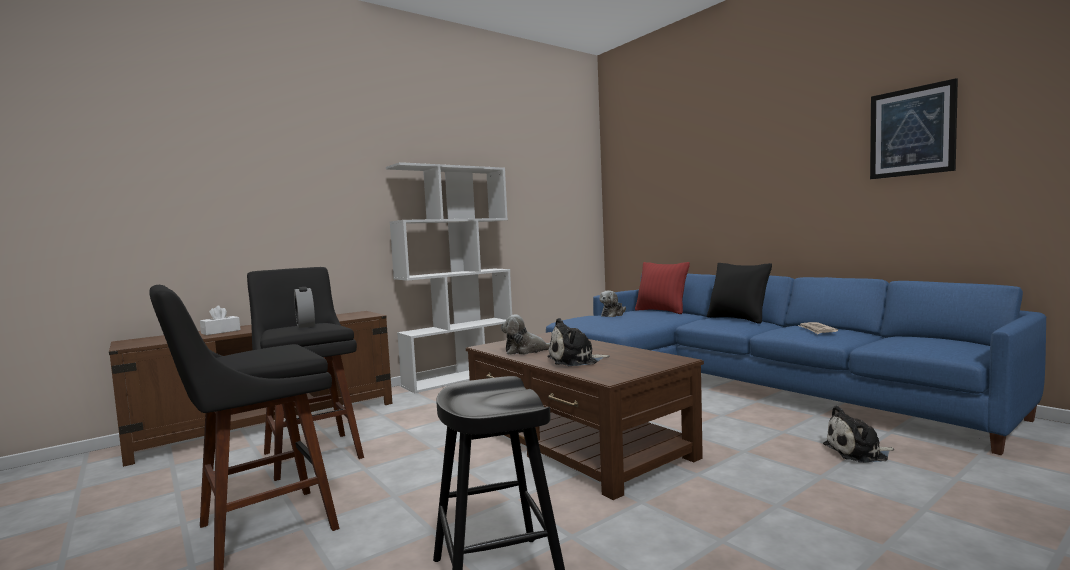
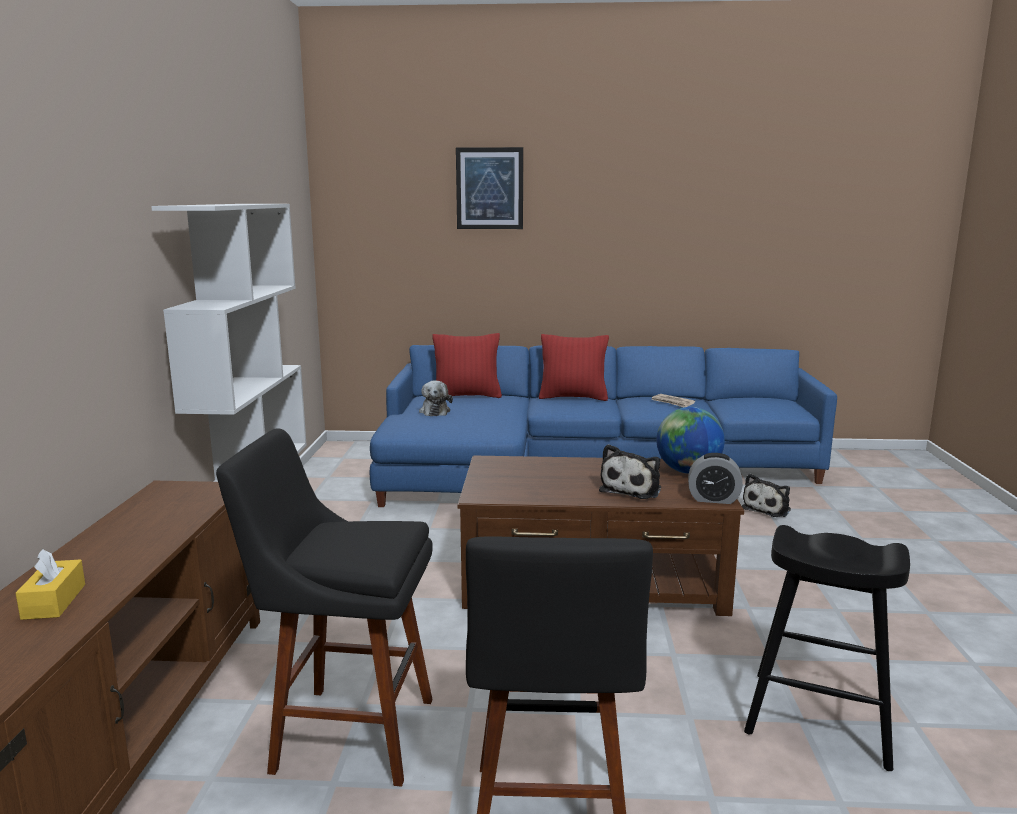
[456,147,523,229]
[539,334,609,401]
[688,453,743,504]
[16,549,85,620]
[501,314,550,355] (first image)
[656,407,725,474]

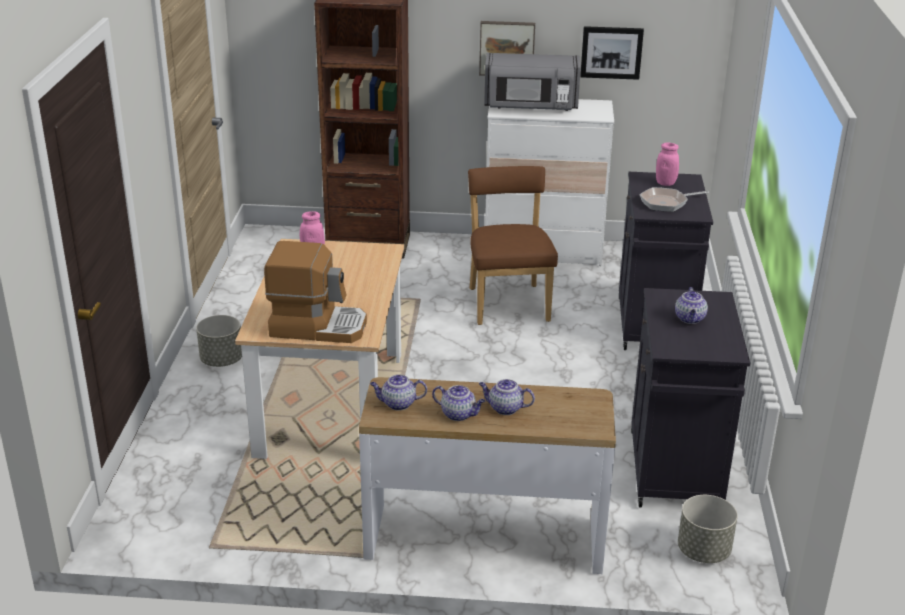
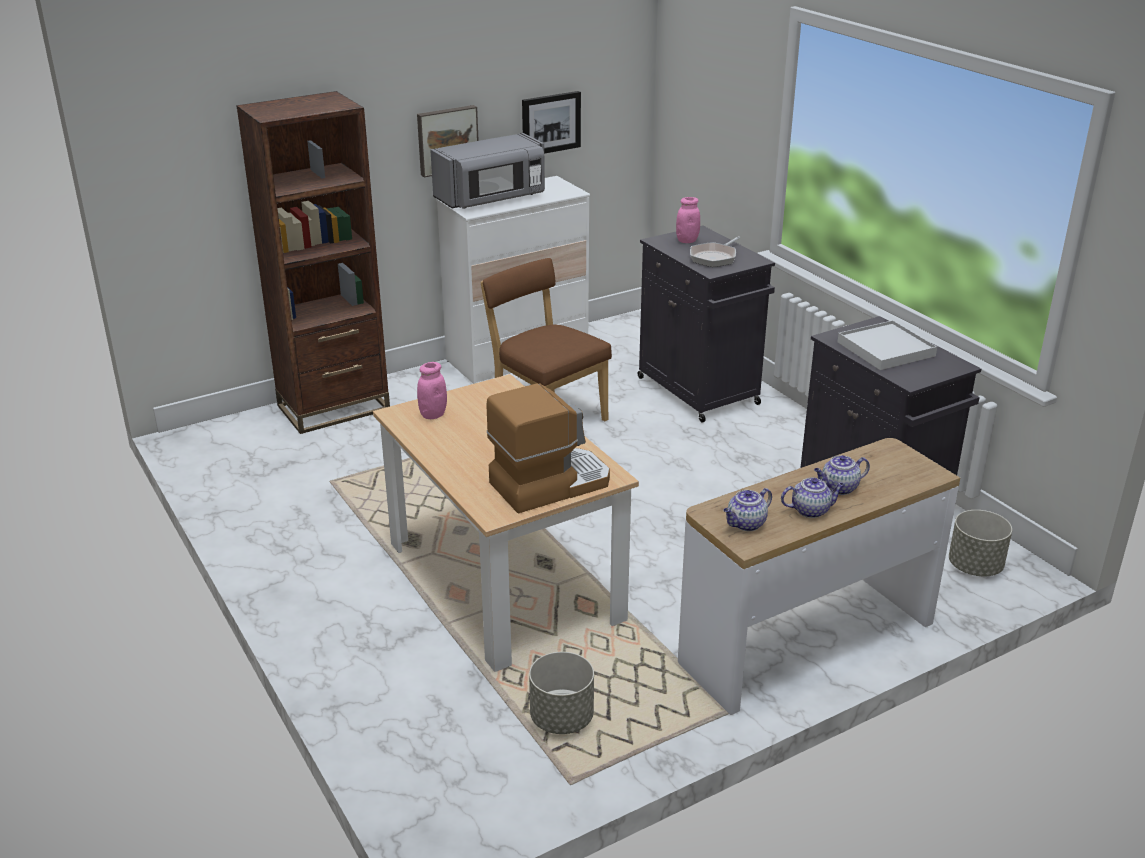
[838,320,937,370]
[529,652,594,734]

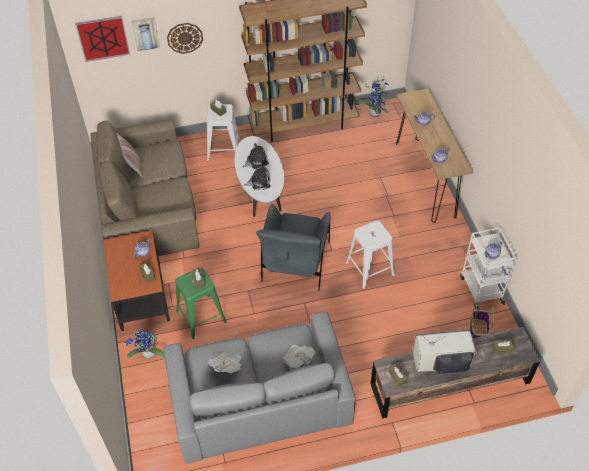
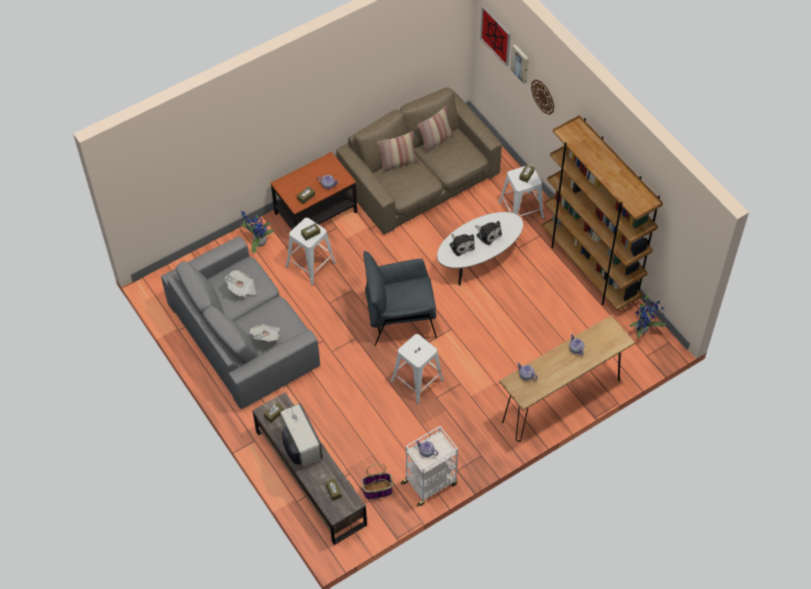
[286,218,336,286]
[377,131,418,173]

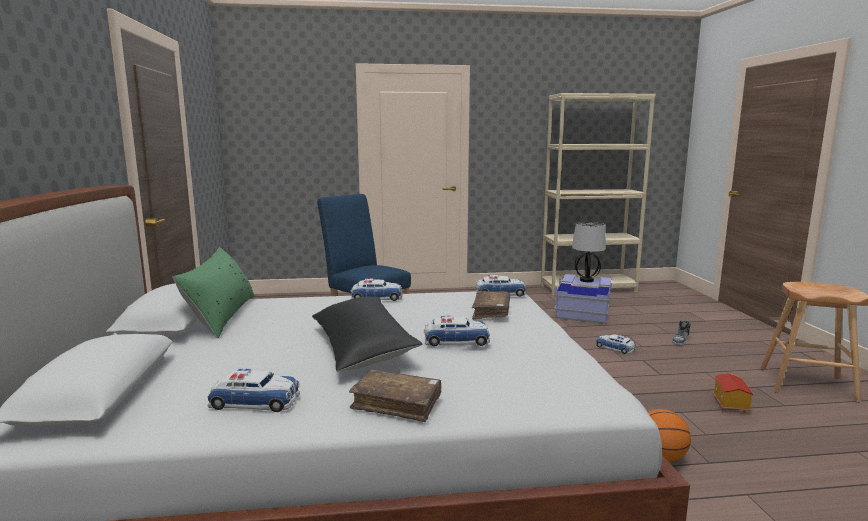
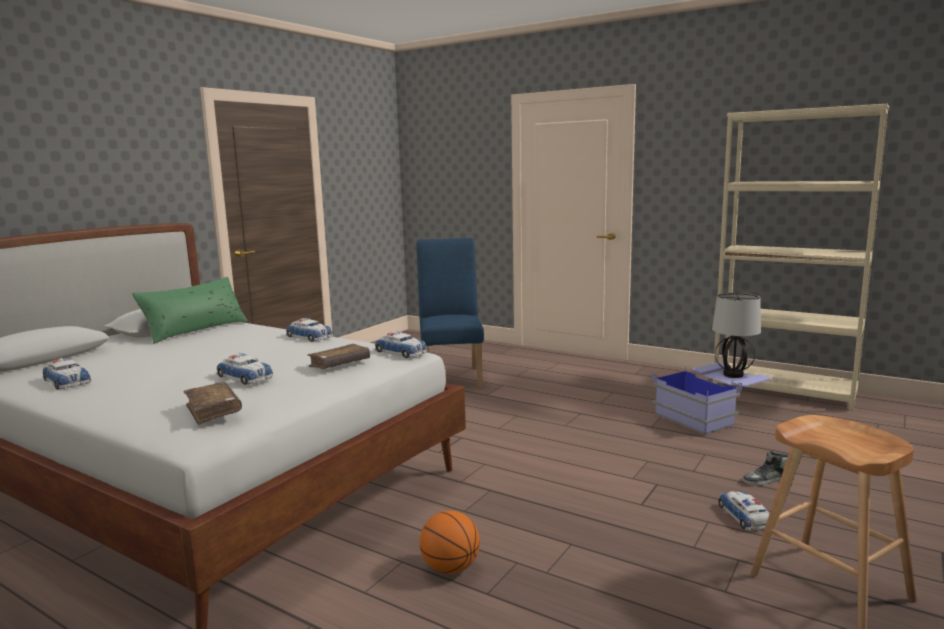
[312,297,423,371] (first image)
[718,491,770,531]
[184,382,242,425]
[712,373,753,413] (first image)

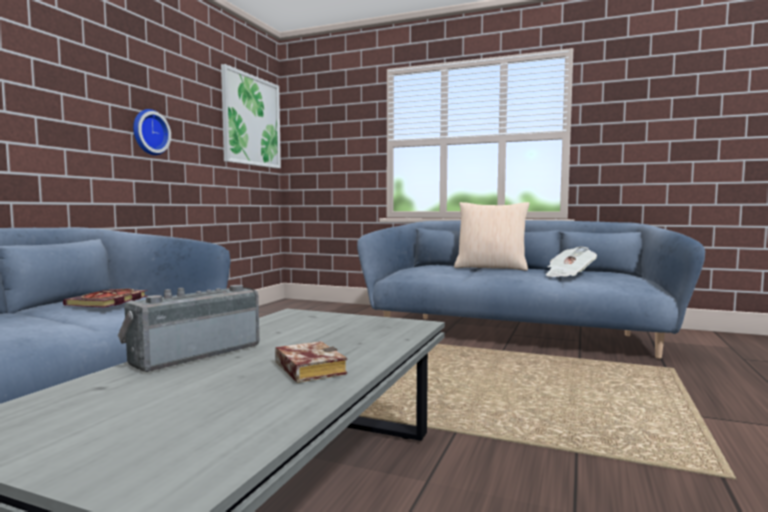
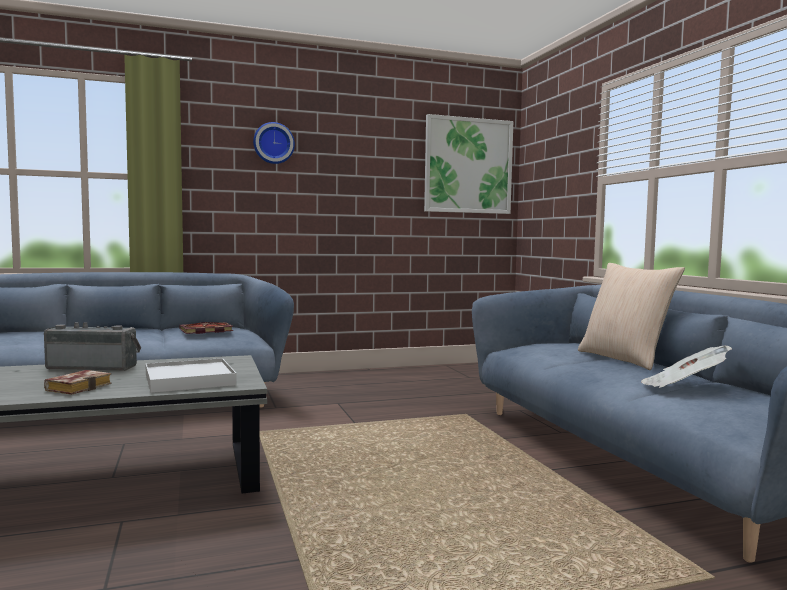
[253,122,295,164]
[146,358,237,393]

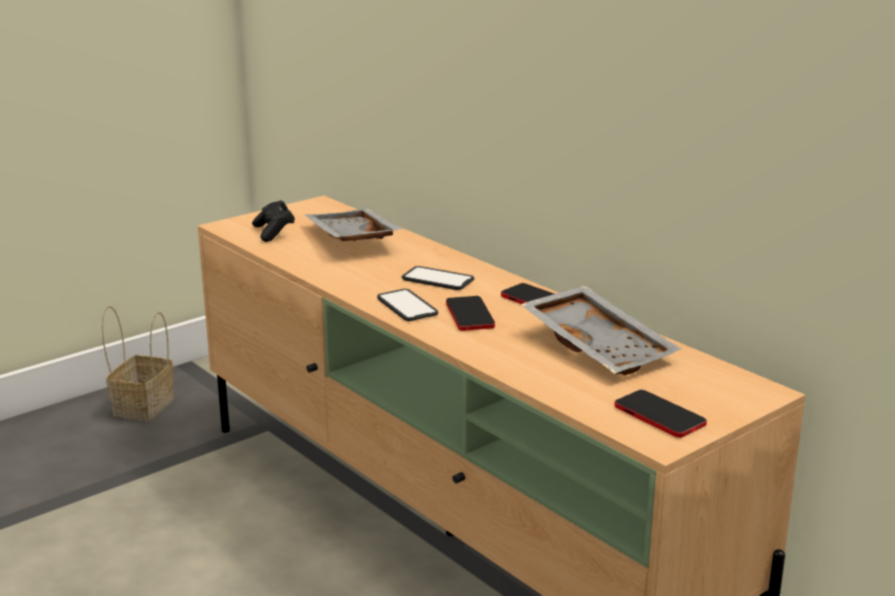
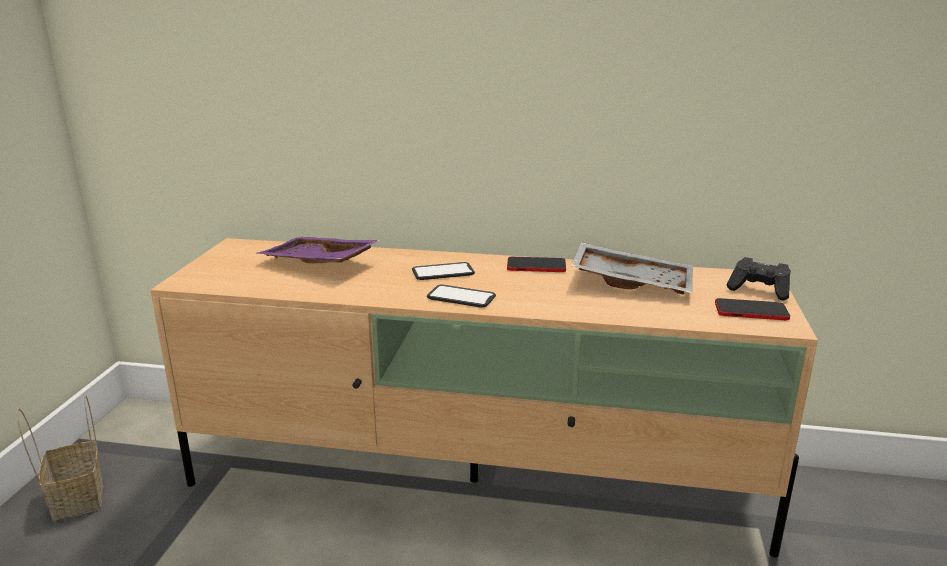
[727,257,791,300]
[257,237,380,264]
[446,296,495,331] (first image)

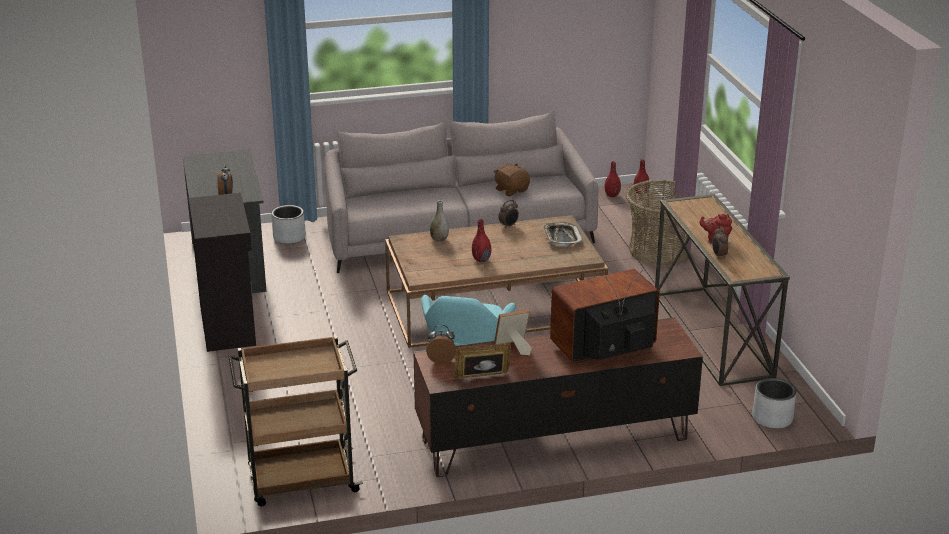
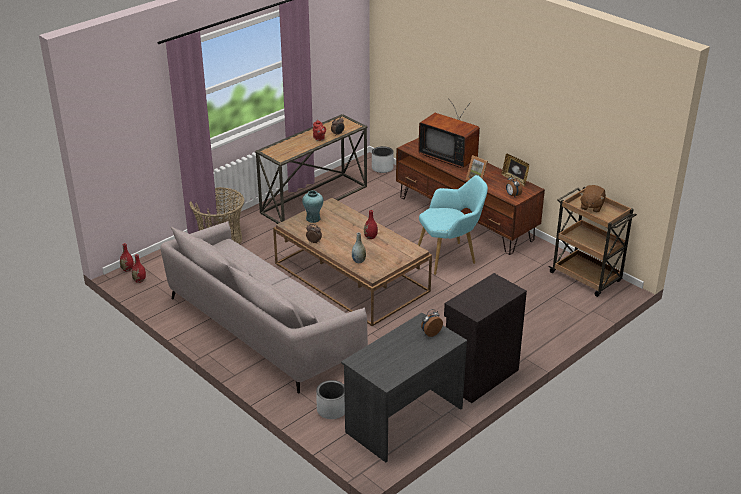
[580,185,606,212]
[302,190,323,223]

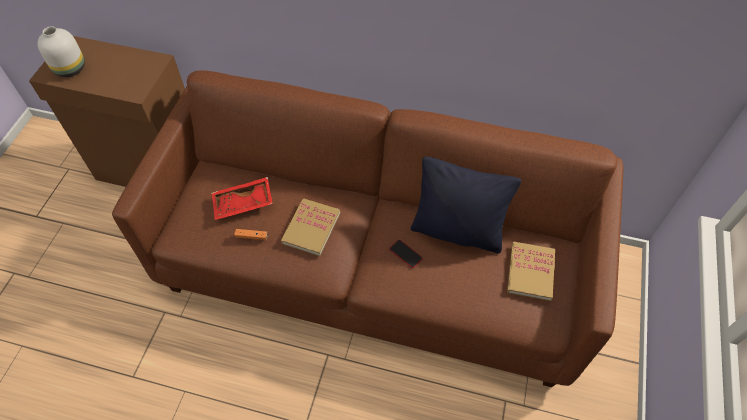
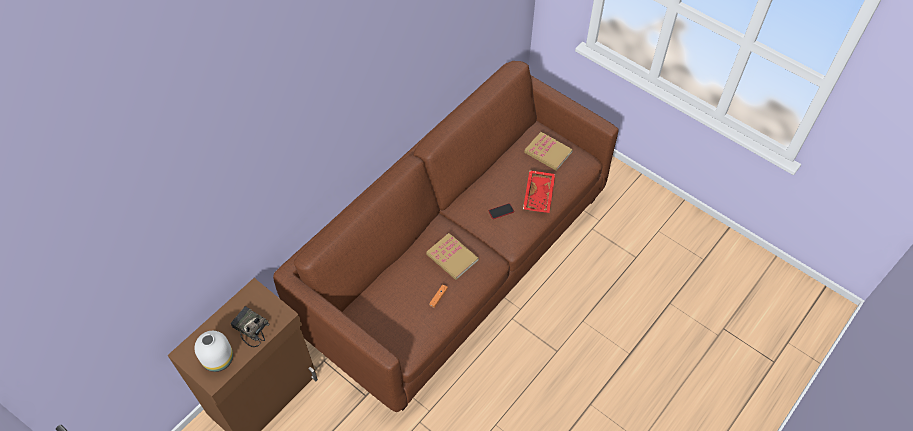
[411,156,521,253] (first image)
[523,170,555,213]
[230,306,270,347]

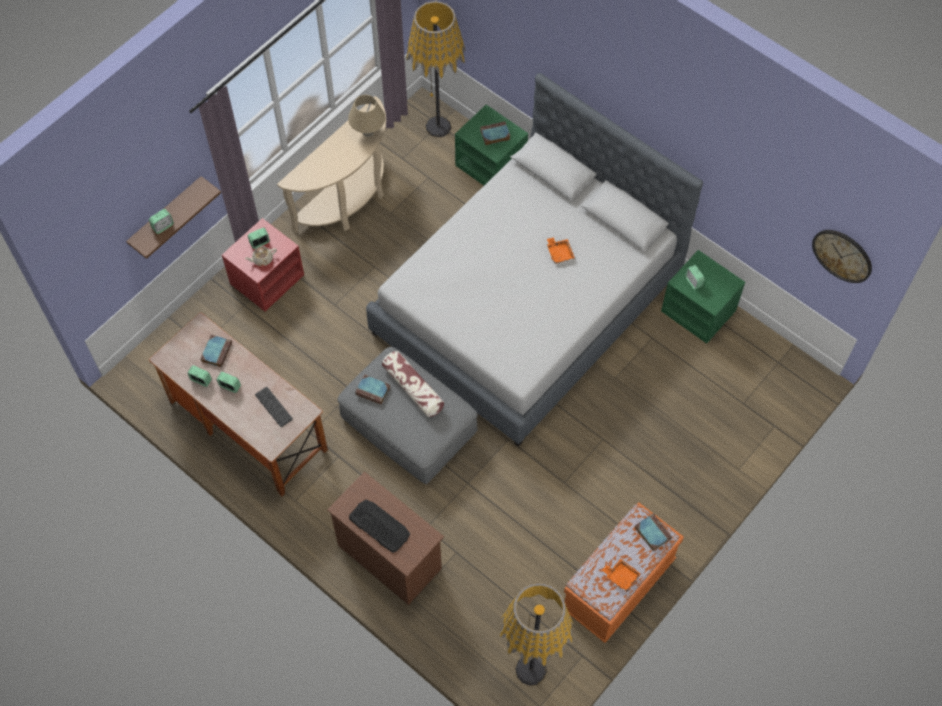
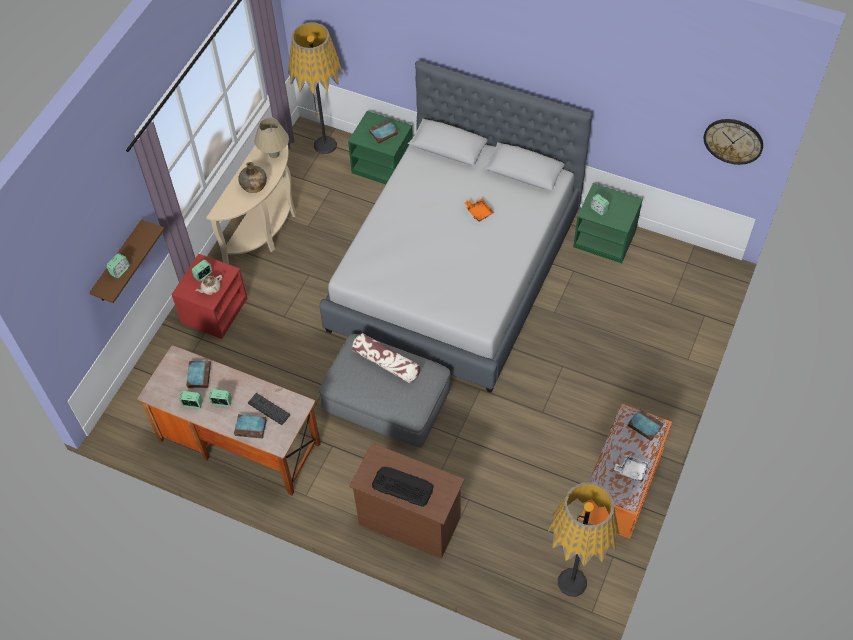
[234,414,267,439]
[614,455,649,482]
[238,162,267,193]

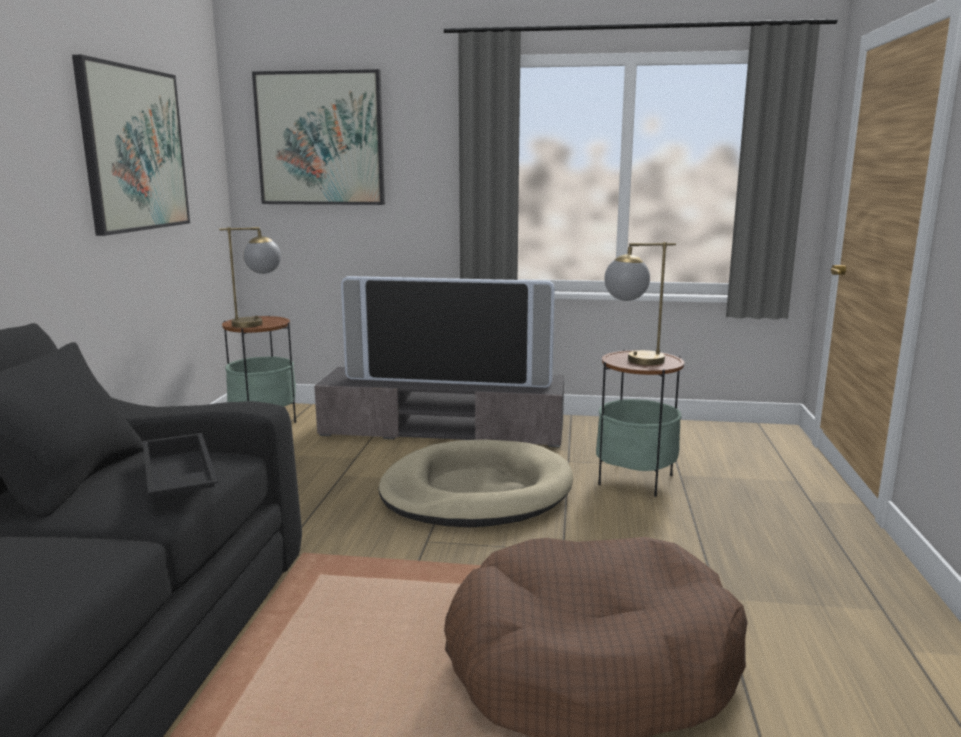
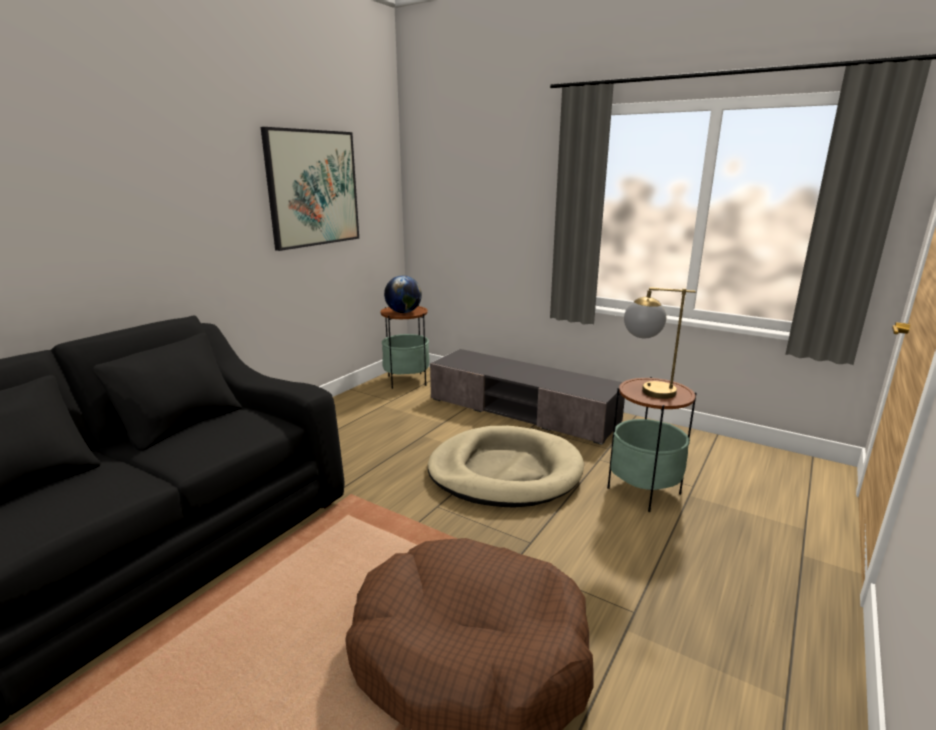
[252,69,385,205] (first image)
[384,275,422,313]
[341,276,555,388] (first image)
[143,433,218,497] (first image)

